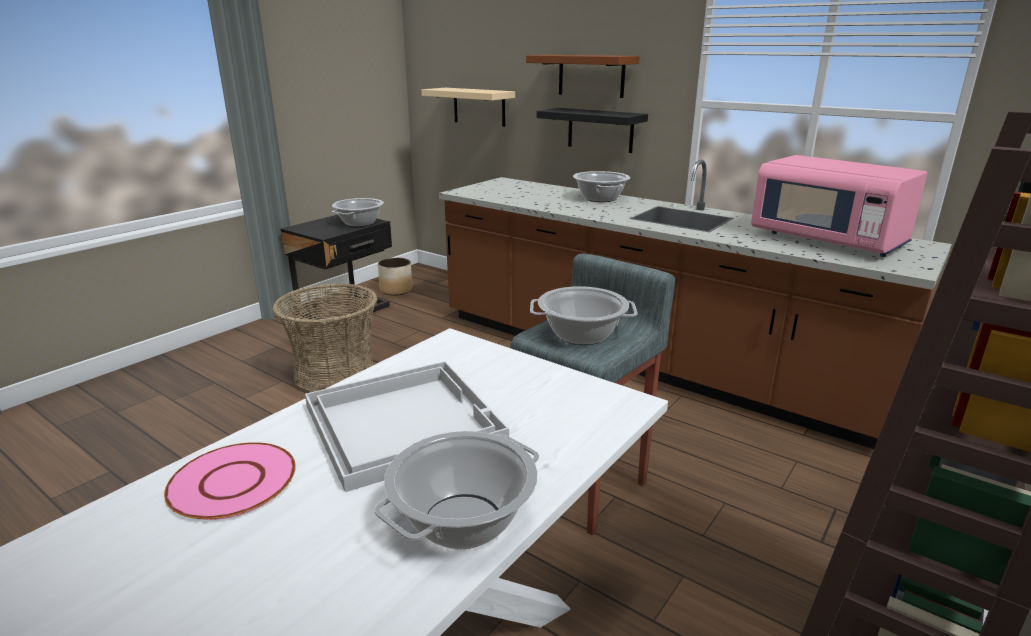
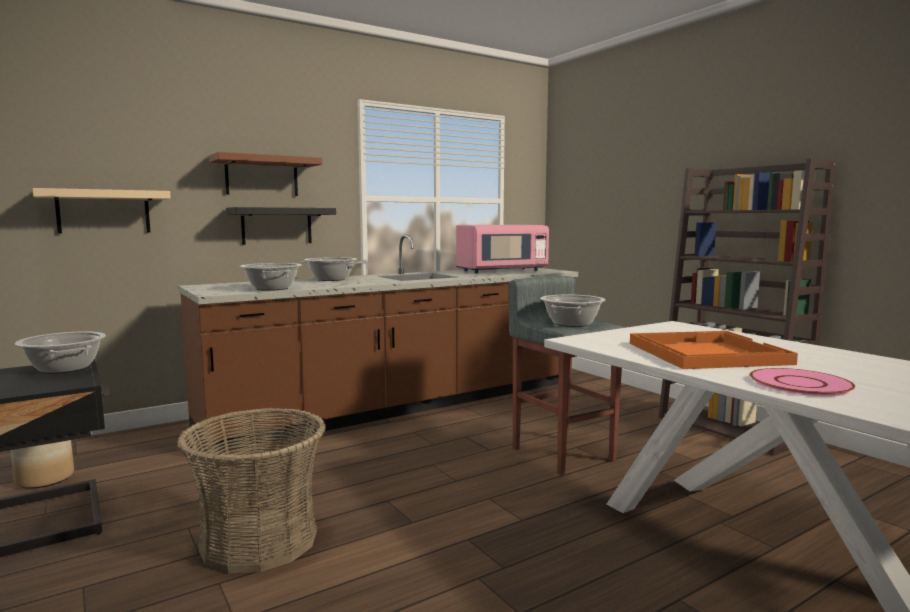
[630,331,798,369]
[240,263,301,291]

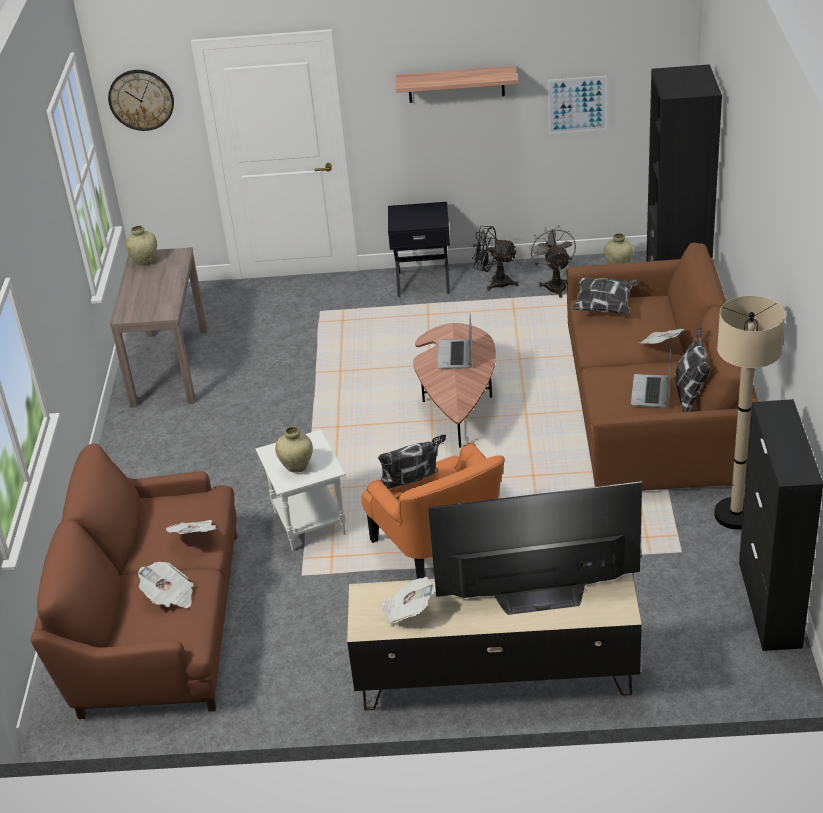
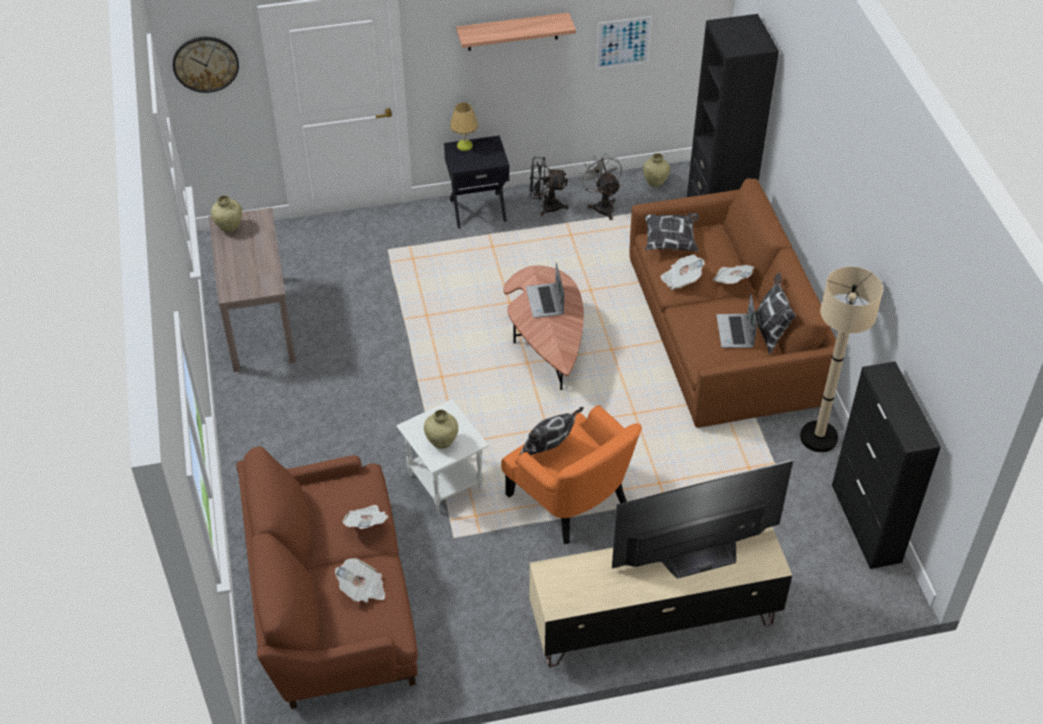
[660,255,705,290]
[450,102,478,151]

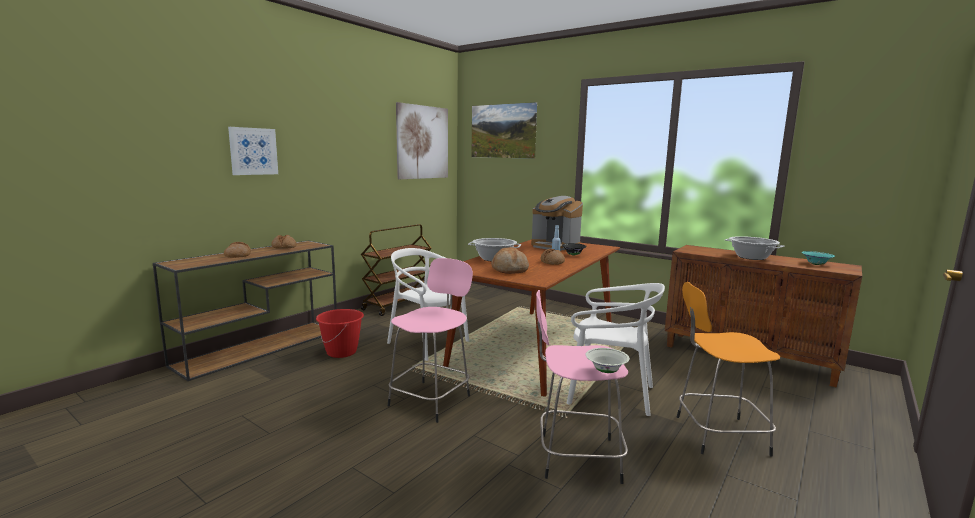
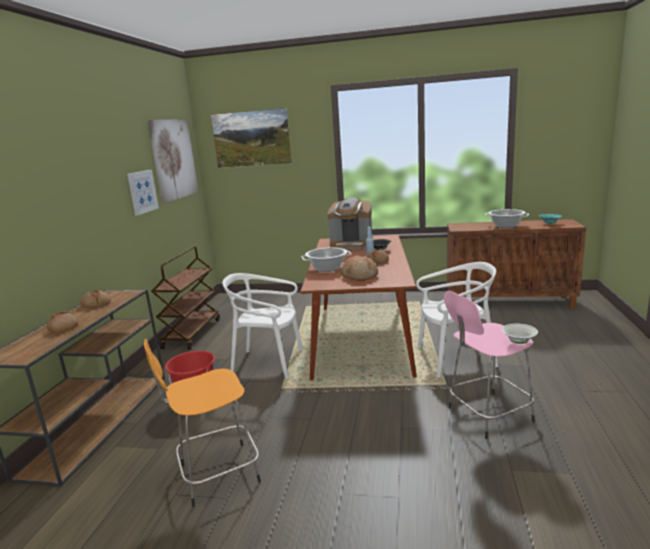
[127,170,159,215]
[388,258,473,423] (first image)
[144,339,261,507]

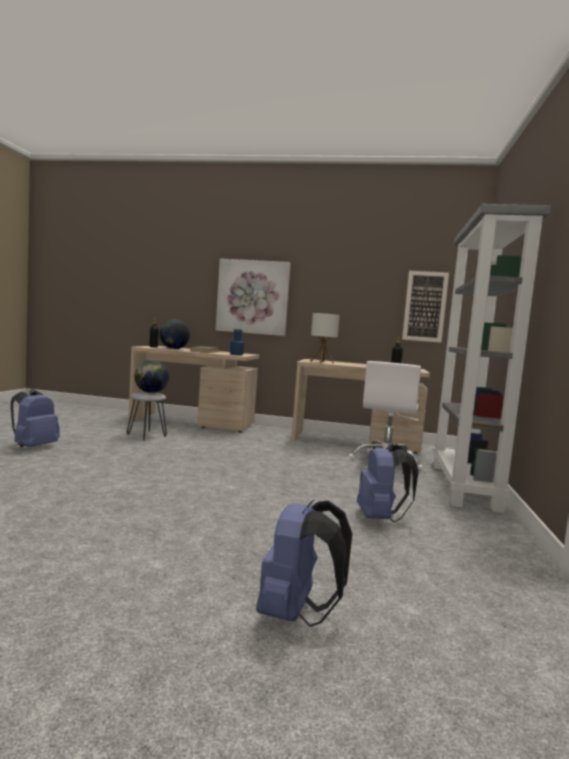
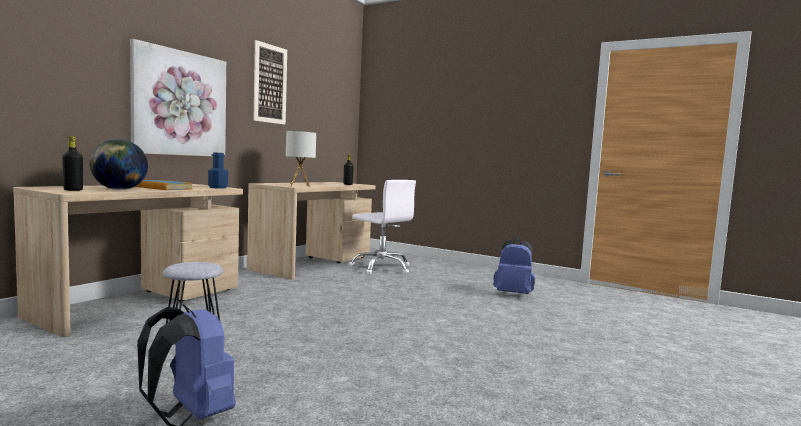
[433,204,551,513] (first image)
[253,40,287,125]
[135,360,169,393] (first image)
[256,499,352,627] (first image)

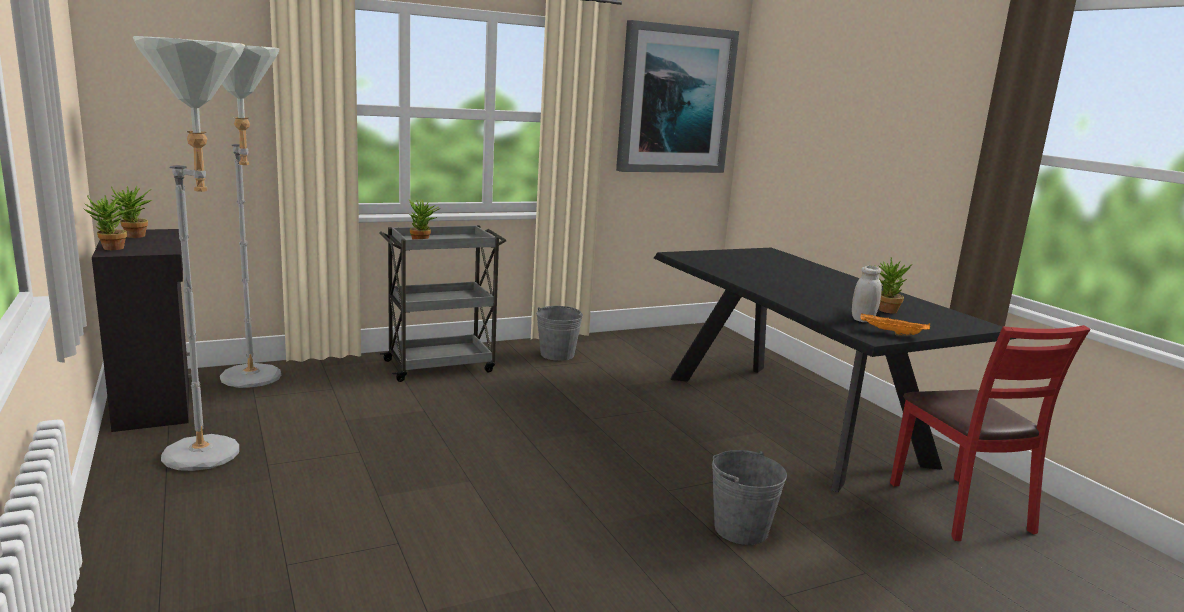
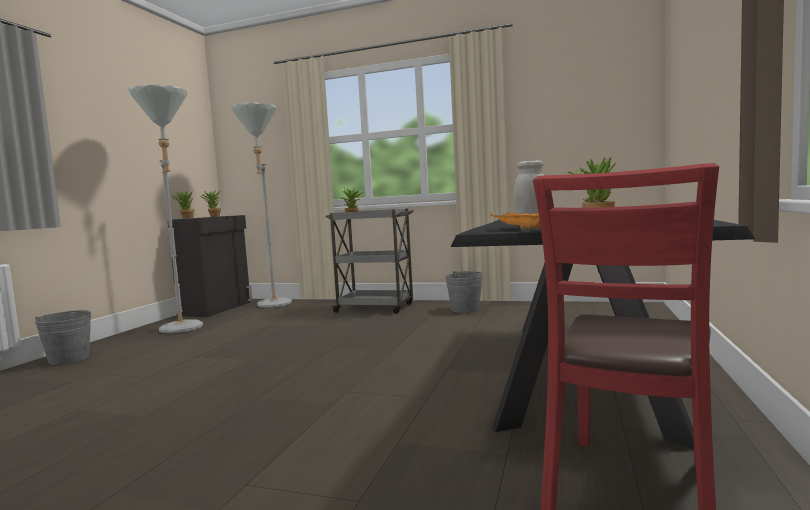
[616,20,739,173] (first image)
[35,310,91,365]

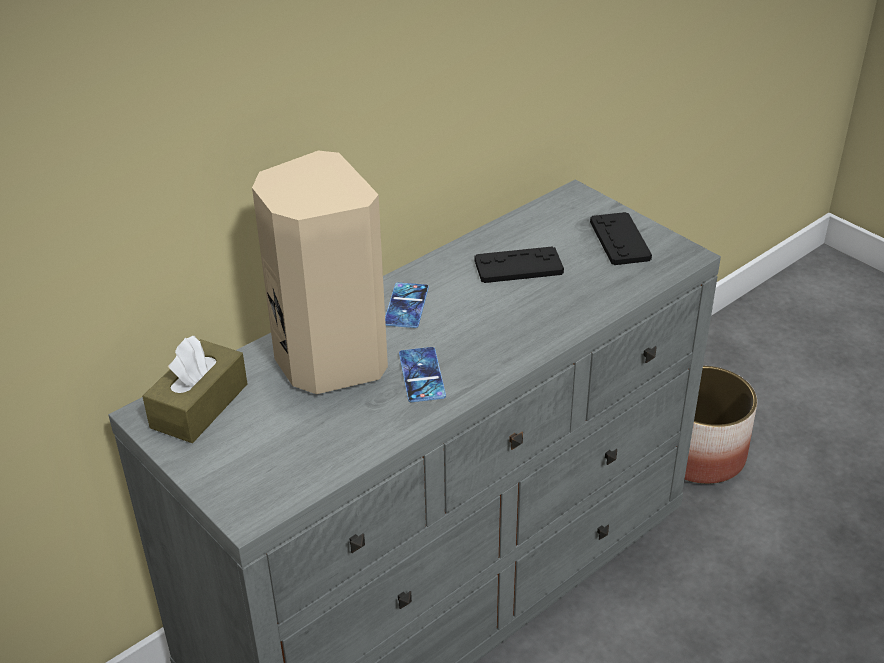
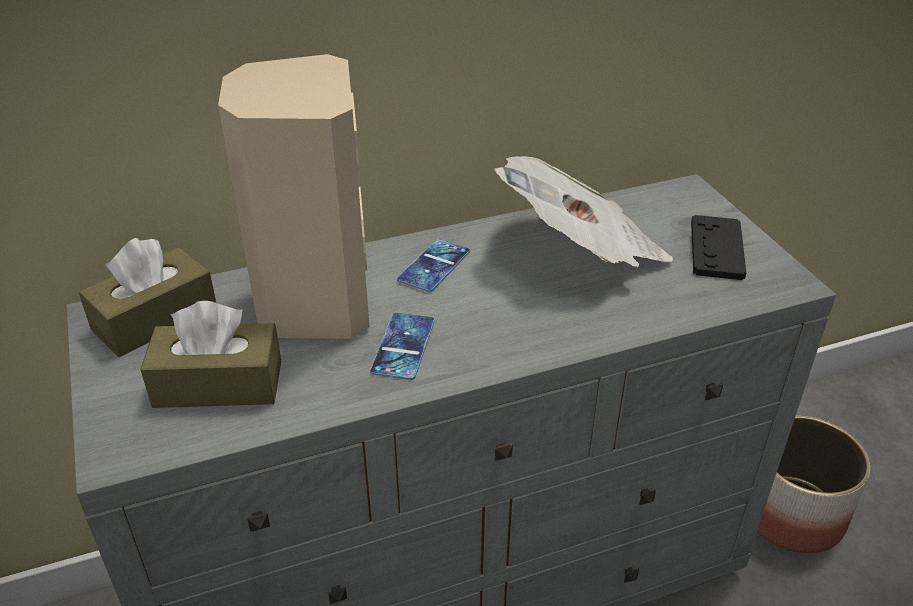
[494,156,673,267]
[140,301,281,408]

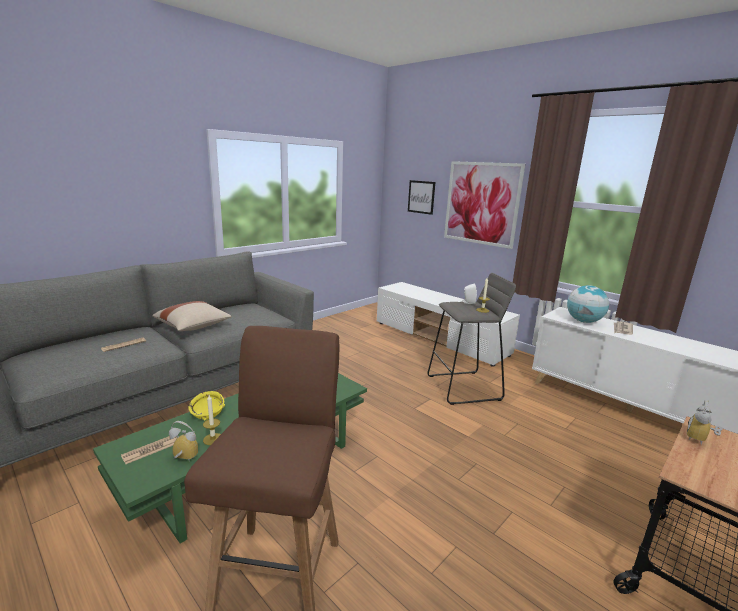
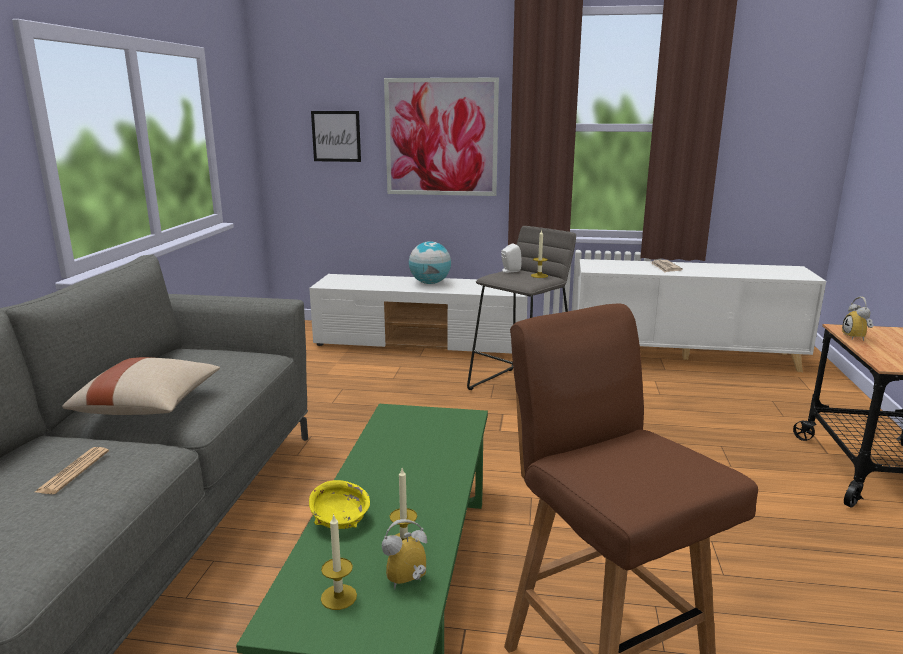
[409,241,451,284]
[321,514,357,610]

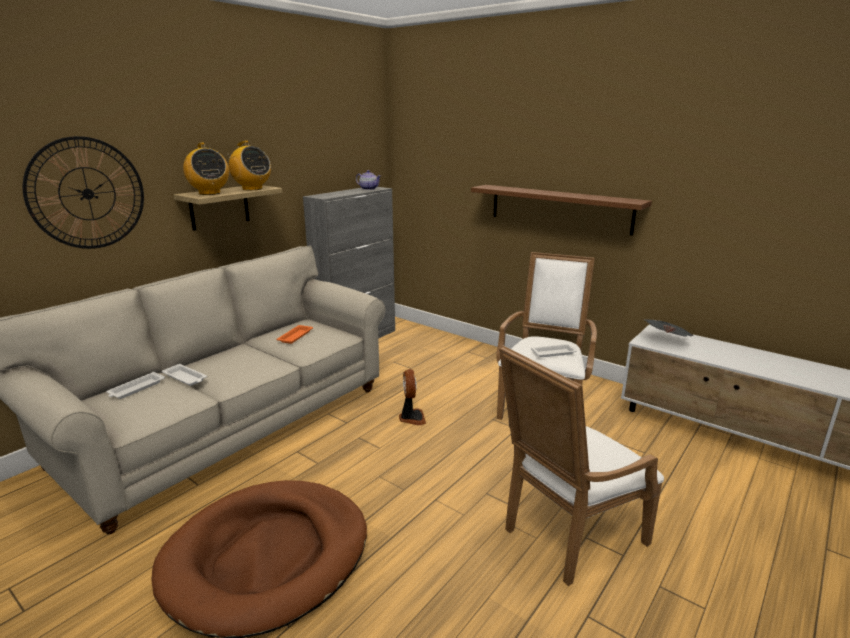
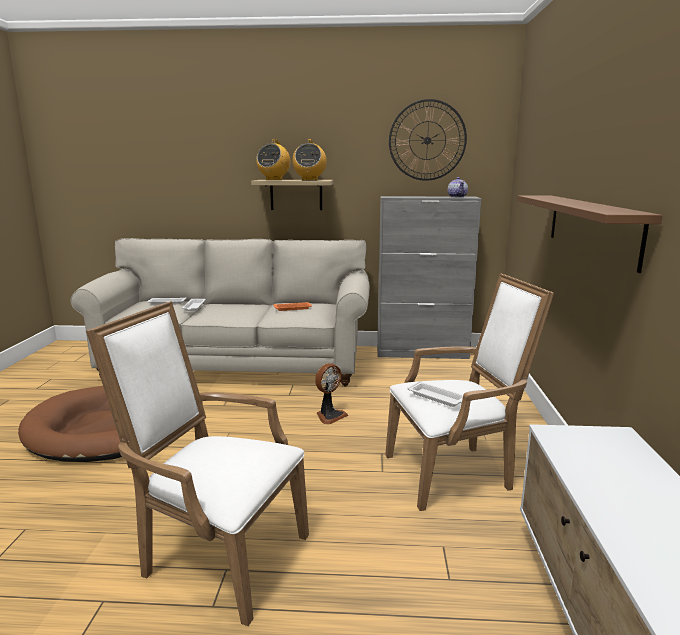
[389,99,467,181]
[643,319,693,337] (first image)

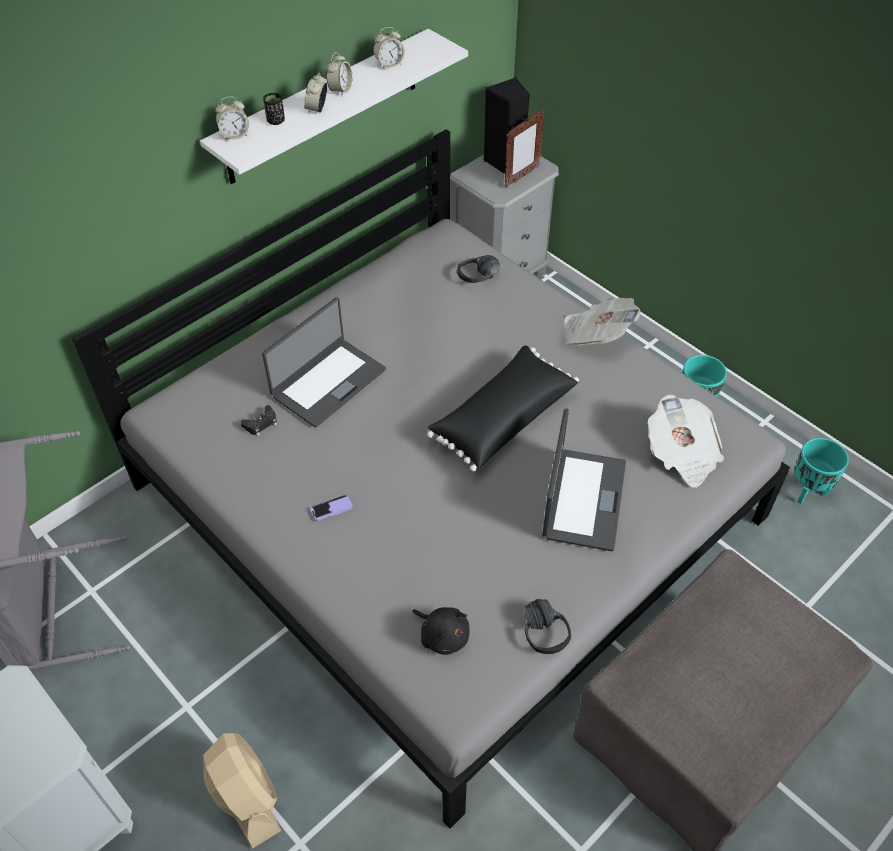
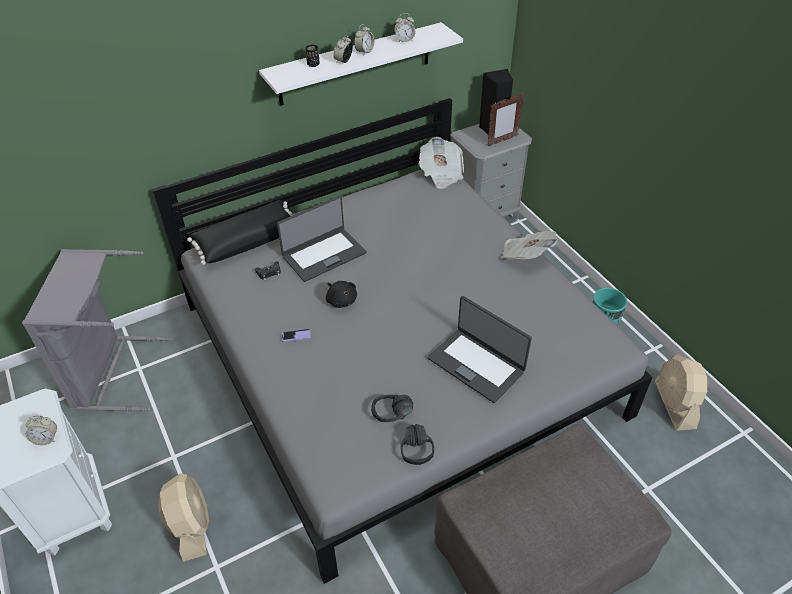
[26,416,57,445]
[371,394,413,422]
[187,200,292,265]
[419,137,464,189]
[428,296,532,403]
[655,355,707,431]
[326,281,357,308]

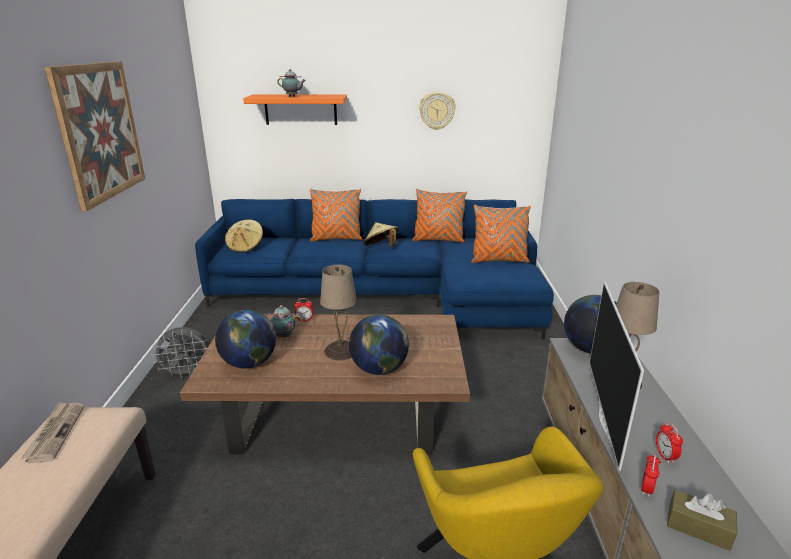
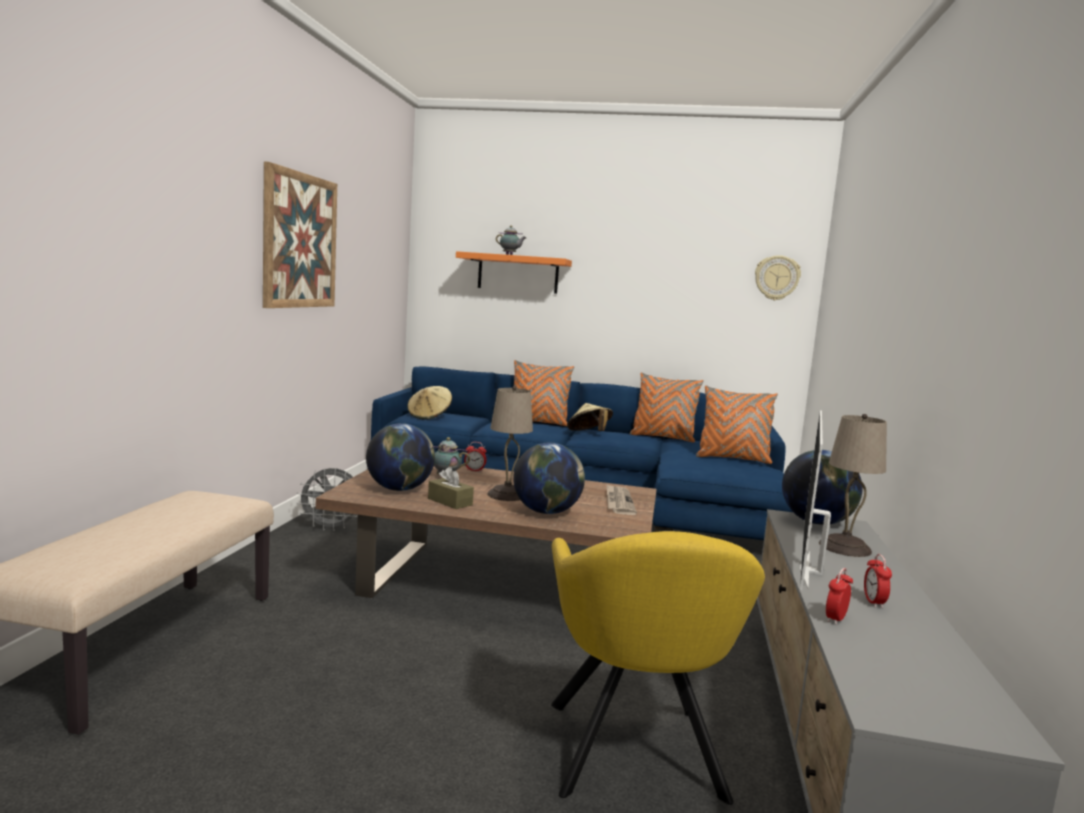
[755,255,801,300]
[607,484,637,515]
[428,467,474,509]

